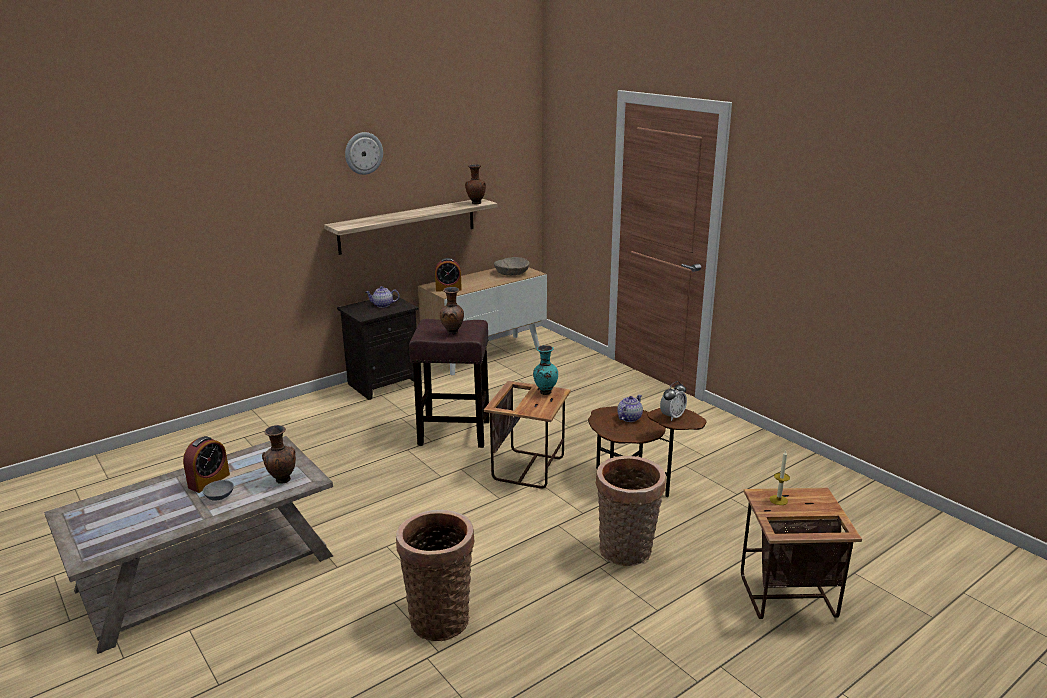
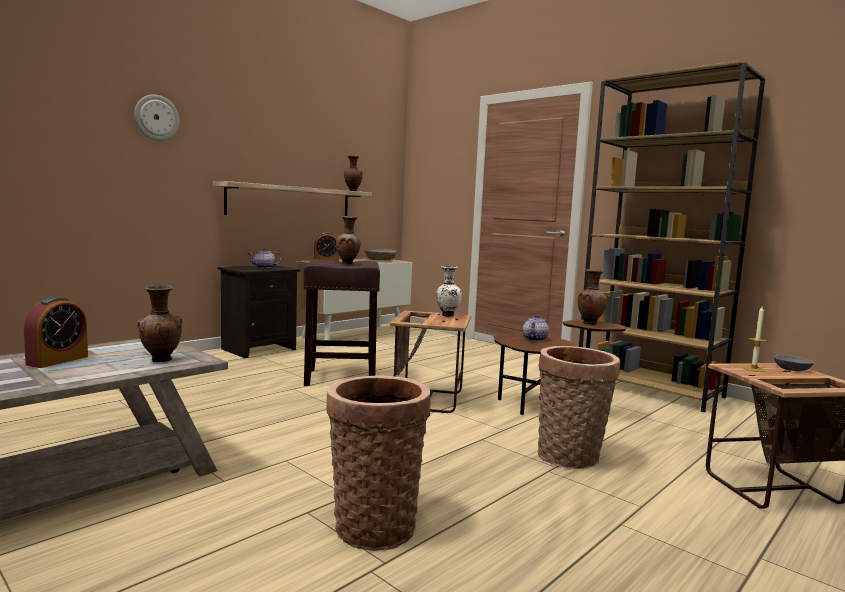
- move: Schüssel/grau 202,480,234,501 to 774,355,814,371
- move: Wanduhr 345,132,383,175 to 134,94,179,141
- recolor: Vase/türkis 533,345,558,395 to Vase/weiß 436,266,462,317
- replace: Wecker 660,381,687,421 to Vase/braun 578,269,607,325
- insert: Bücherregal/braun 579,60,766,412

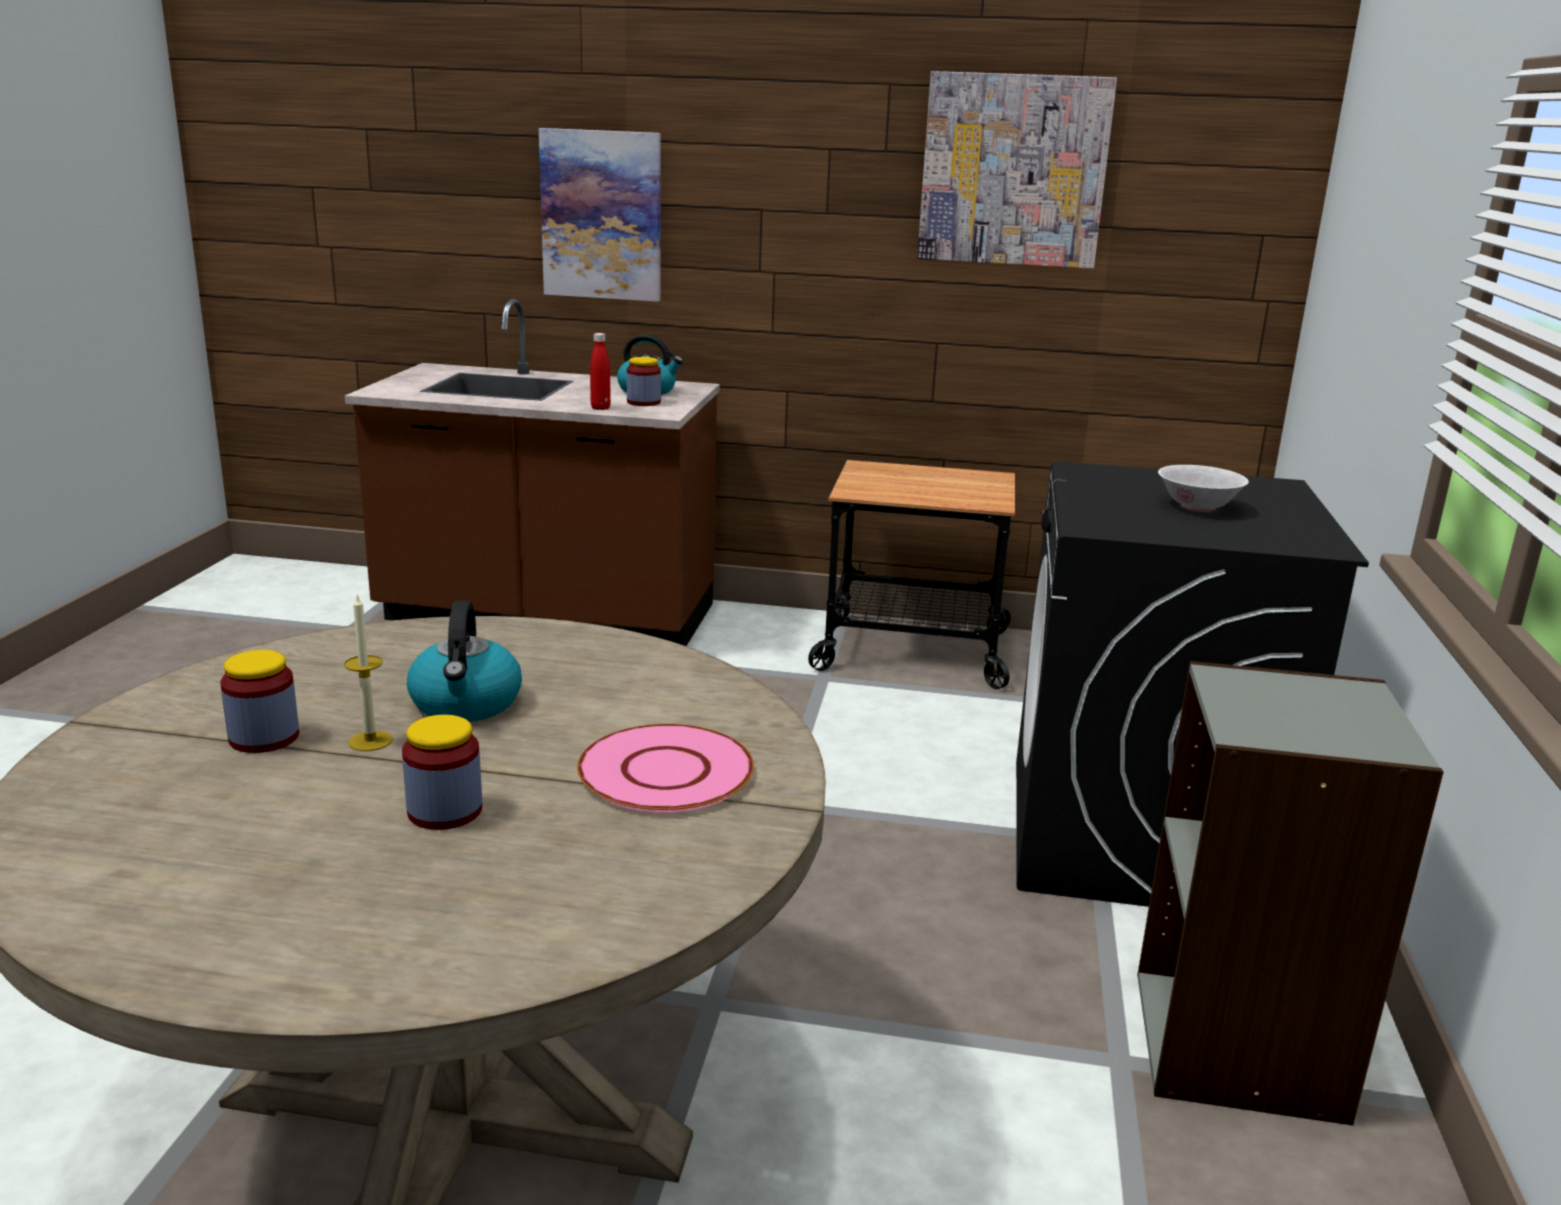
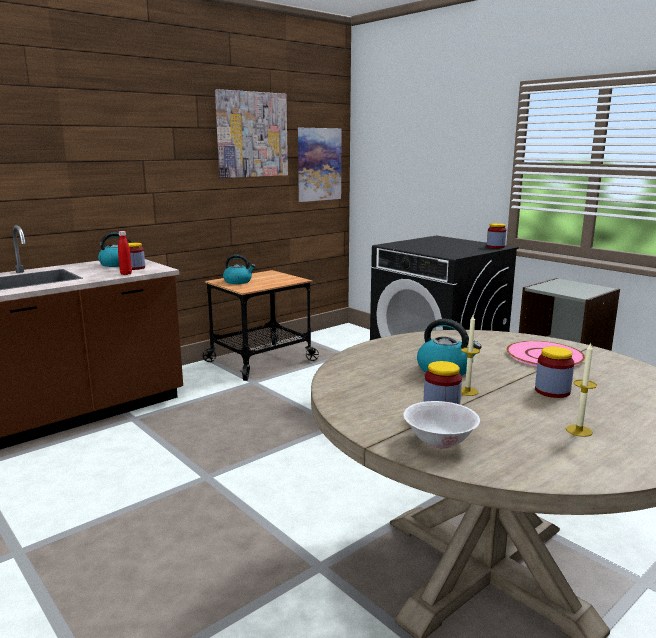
- move: Bild 539,128,661,302 to 298,128,342,202
- move: Schüssel/weiß 1158,465,1249,512 to 403,401,480,448
- insert: Wasserkessel 223,255,256,284
- insert: Vorratsglas 487,223,506,249
- insert: Kerze 566,342,597,437

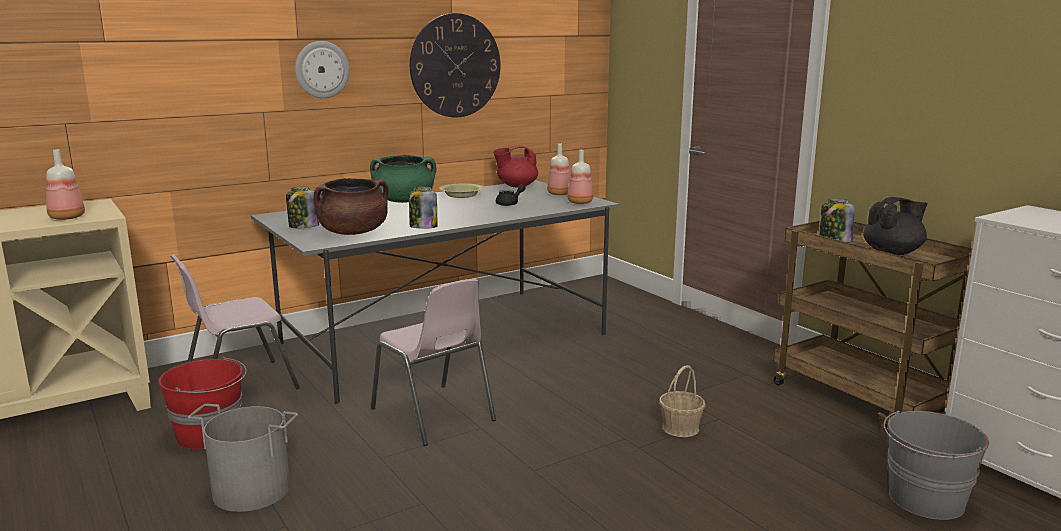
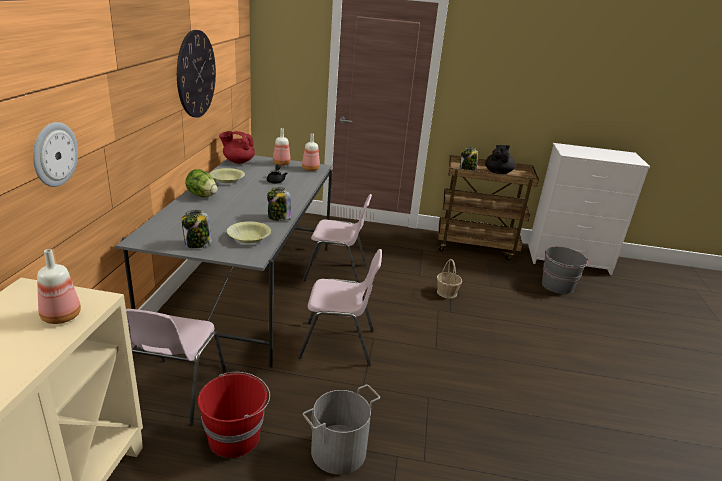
- move: Wanduhr 295,41,350,98 to 33,122,78,187
- replace: Kochtopf/braun 313,178,388,235 to Schüssel/gelb 227,221,271,243
- replace: Kochtopf/grün 370,155,436,203 to Salatkopf 185,169,217,197
- rotate: Teekanne/rot 493,145,538,187 = 219,131,255,164 75 degrees clockwise
- insert: Stuhl/rosa 303,194,372,283

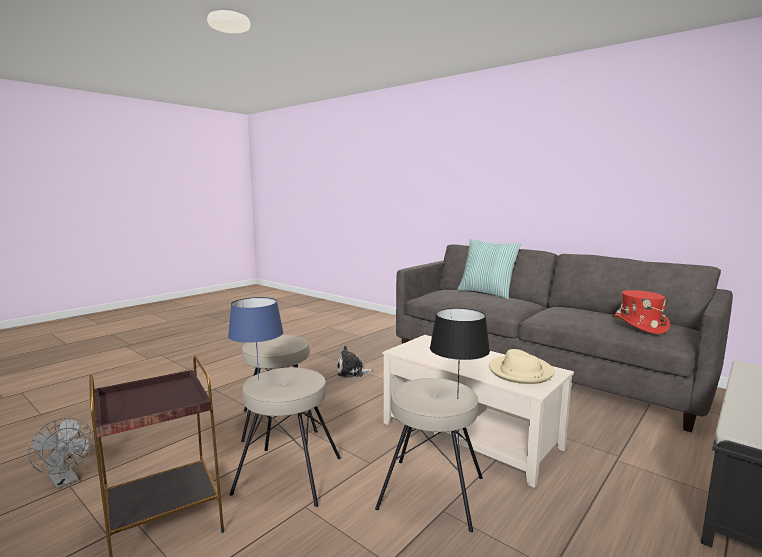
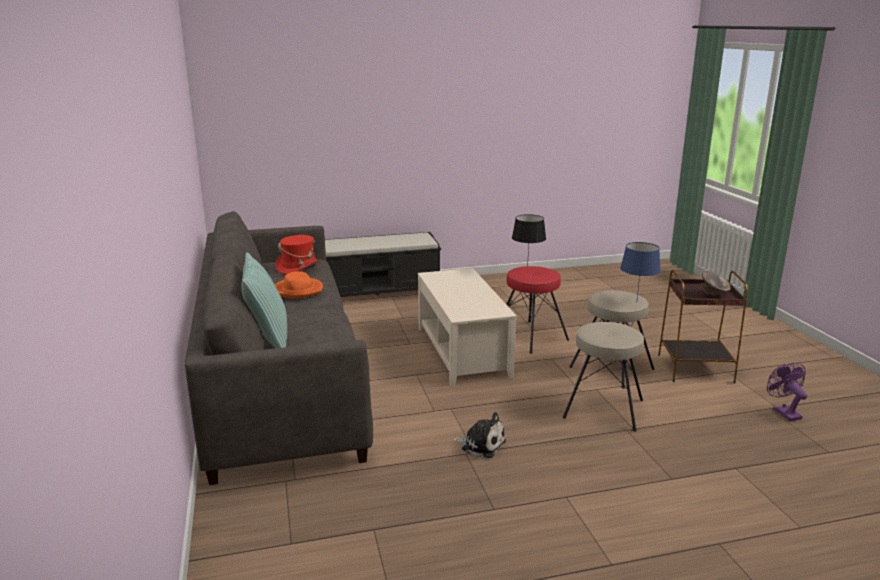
- recolor: Ventilator/grau 28,417,93,489 to Ventilator/lila 767,363,807,421
- recolor: Hocker/beige 375,378,483,532 to Hocker/rot 506,266,569,354
- delete: Hut/beige 489,349,555,384
- insert: Hut/orange 275,271,323,298
- insert: Schüssel/grau 701,271,731,296

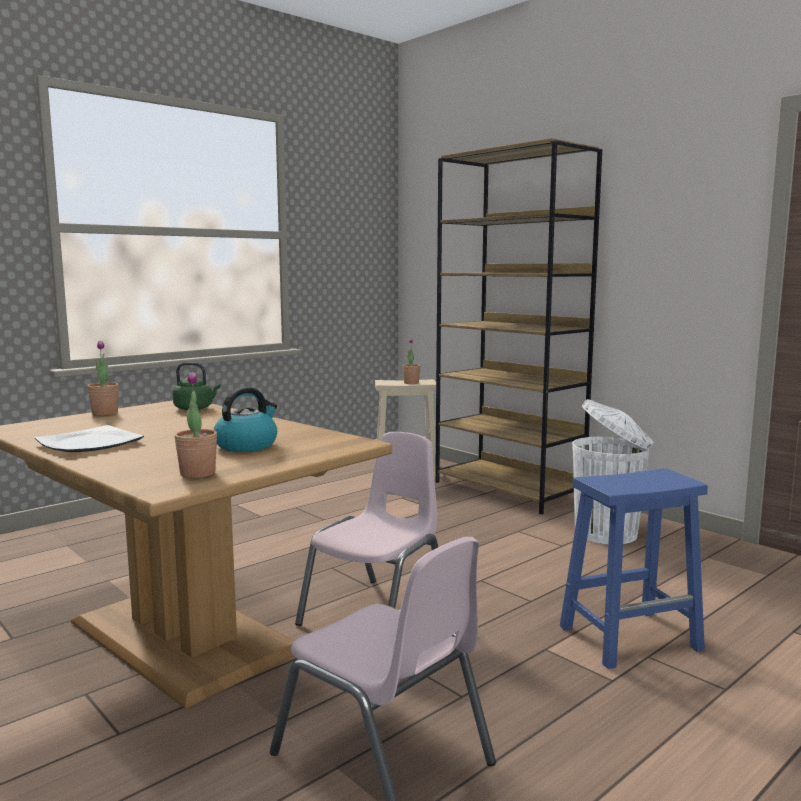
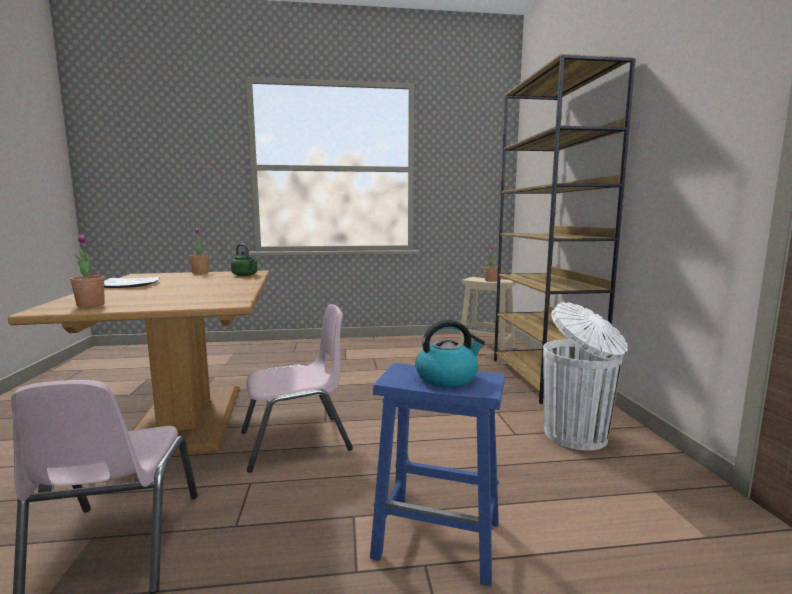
- move: Wasserkessel 214,387,277,452 to 415,320,485,387

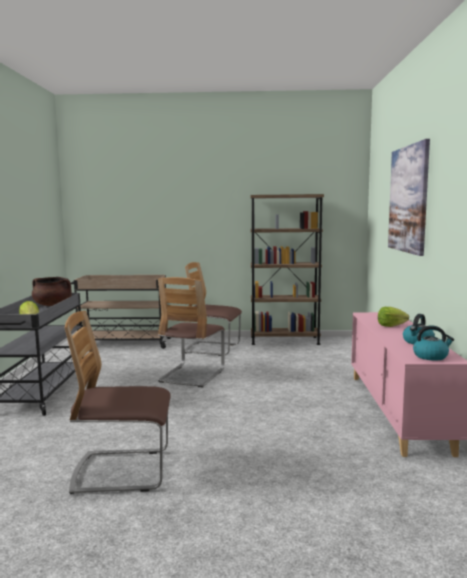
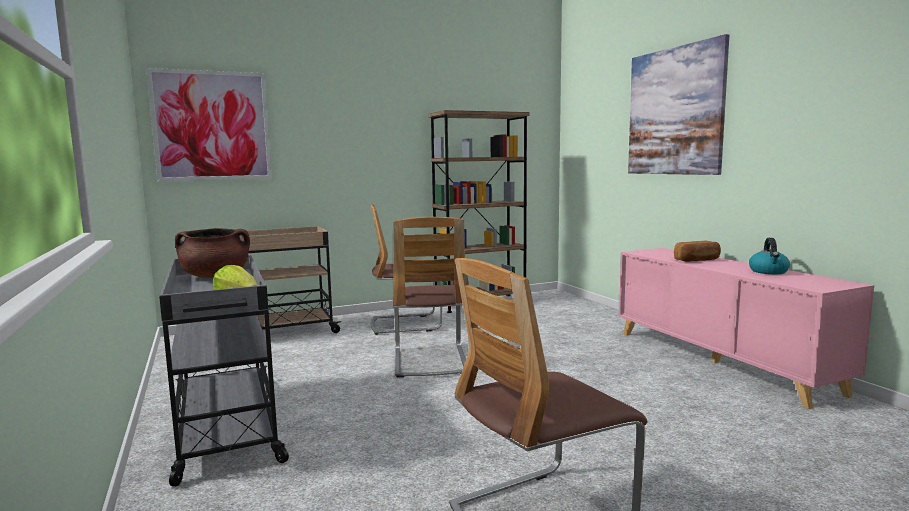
- replace: Salatkopf 378,307,409,327 to Brot 674,241,721,262
- delete: Wasserkessel 413,325,454,361
- insert: Bild 146,68,272,182

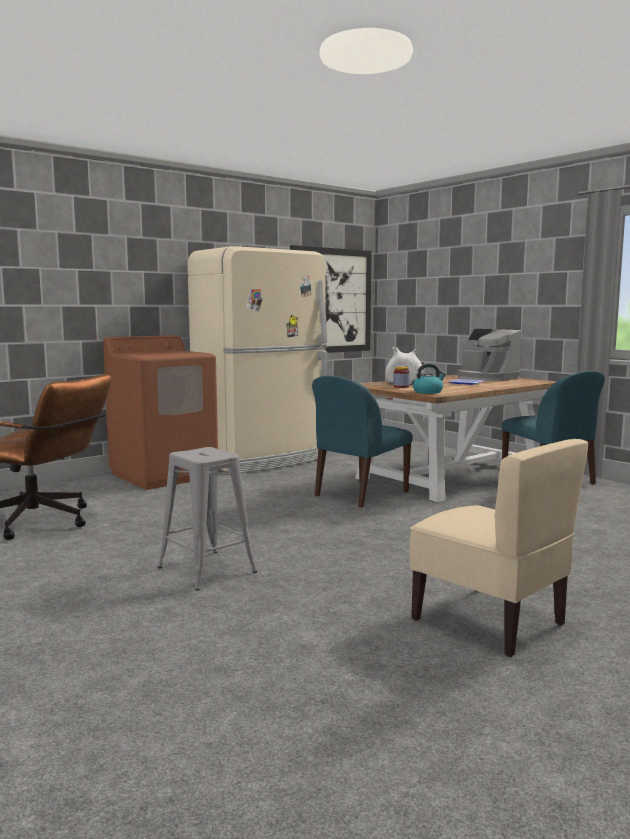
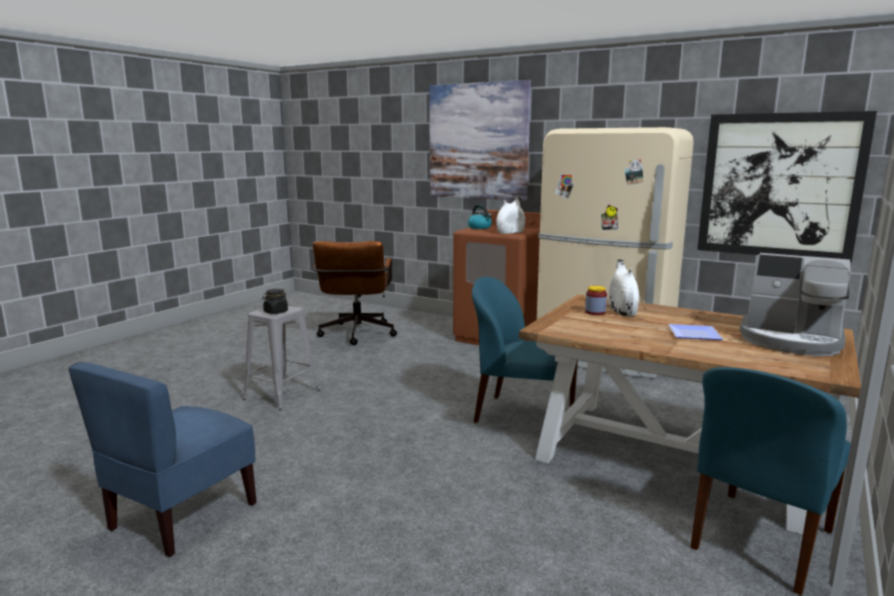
- recolor: Stuhl/beige 410,439,588,657 to Stuhl/blau 69,362,257,557
- move: Wasserkessel 413,364,446,394 to 468,205,492,229
- rotate: Kaffeemaschine 457,329,521,381 = 739,253,851,356 90 degrees counterclockwise
- insert: Vorratsglas/schwarz 262,289,288,314
- insert: Bild 429,80,531,201
- insert: Vase/weiß 496,196,525,234

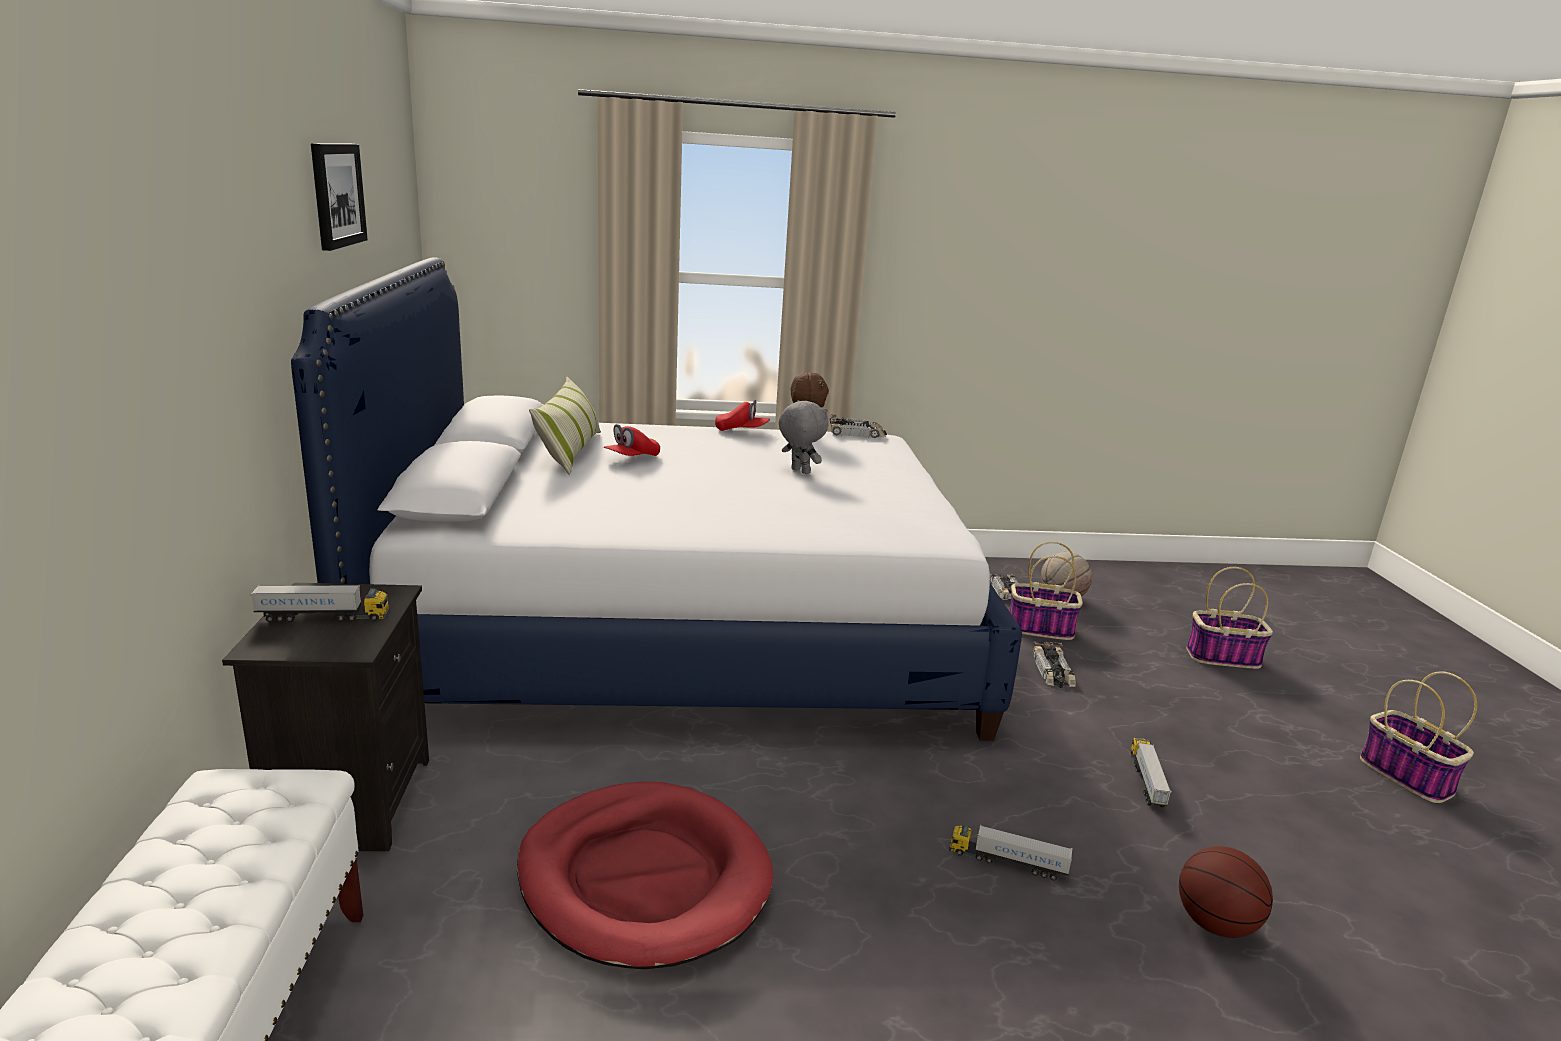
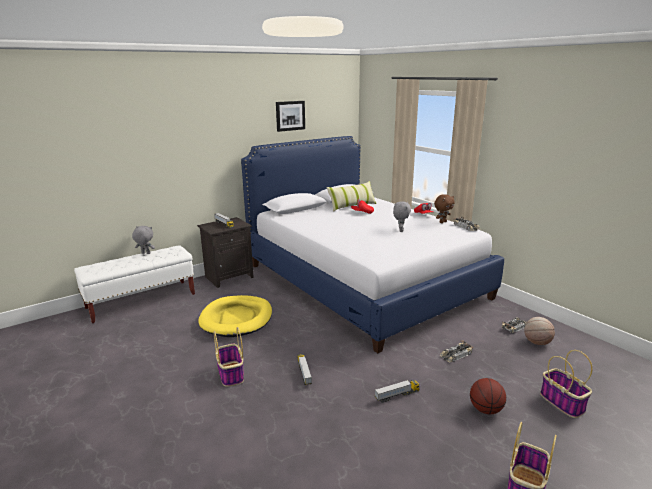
- recolor: Hundebett/rot 517,782,773,969 to Hundebett/gelb 198,295,272,337
- move: Korb 1009,541,1083,640 to 214,327,244,387
- move: Basketball 1179,846,1273,938 to 470,378,506,414
- insert: Plüschtier/grau 132,226,155,254

